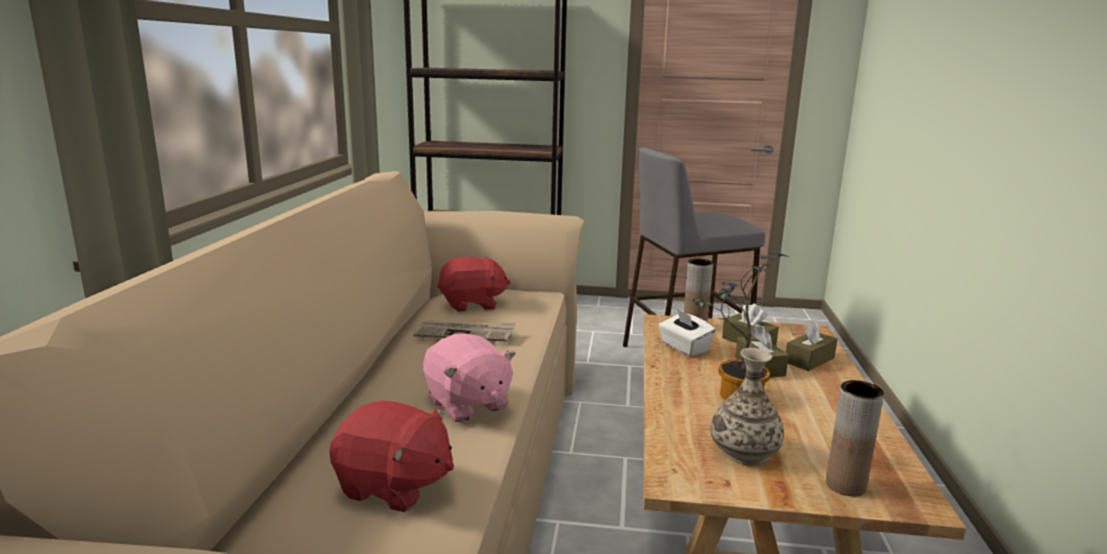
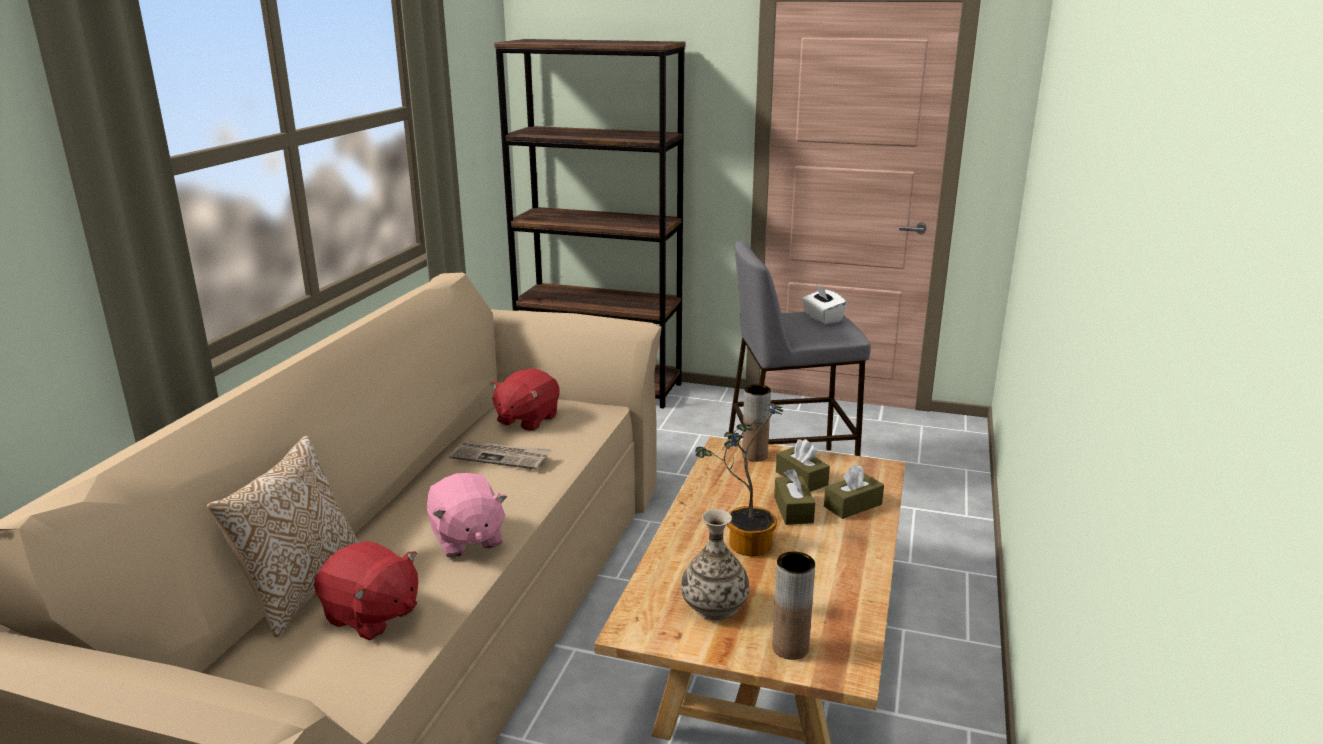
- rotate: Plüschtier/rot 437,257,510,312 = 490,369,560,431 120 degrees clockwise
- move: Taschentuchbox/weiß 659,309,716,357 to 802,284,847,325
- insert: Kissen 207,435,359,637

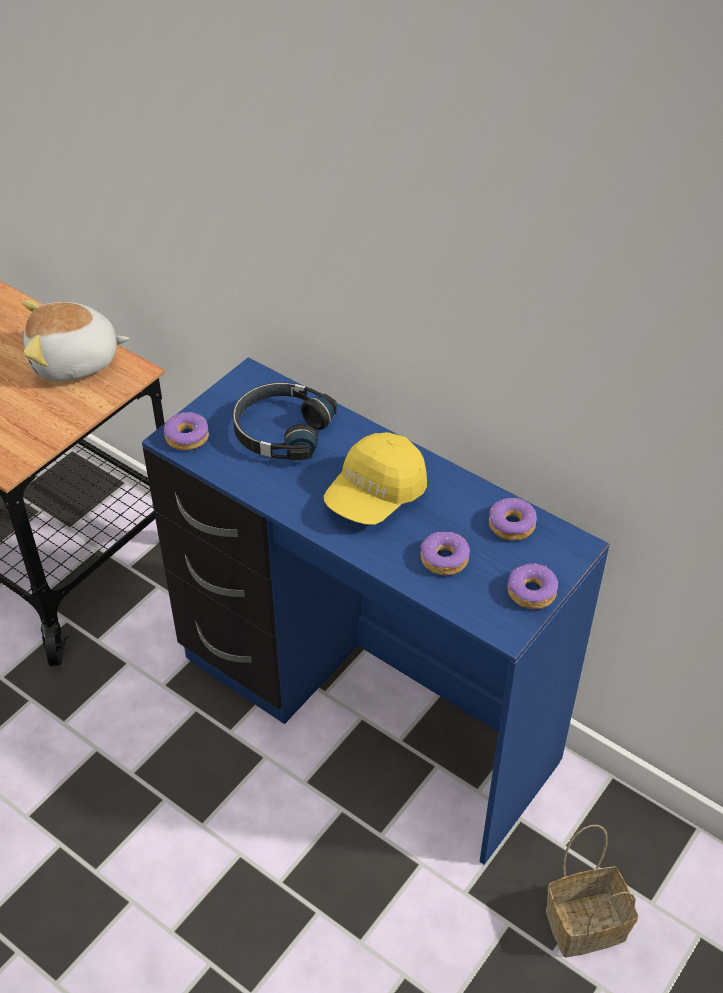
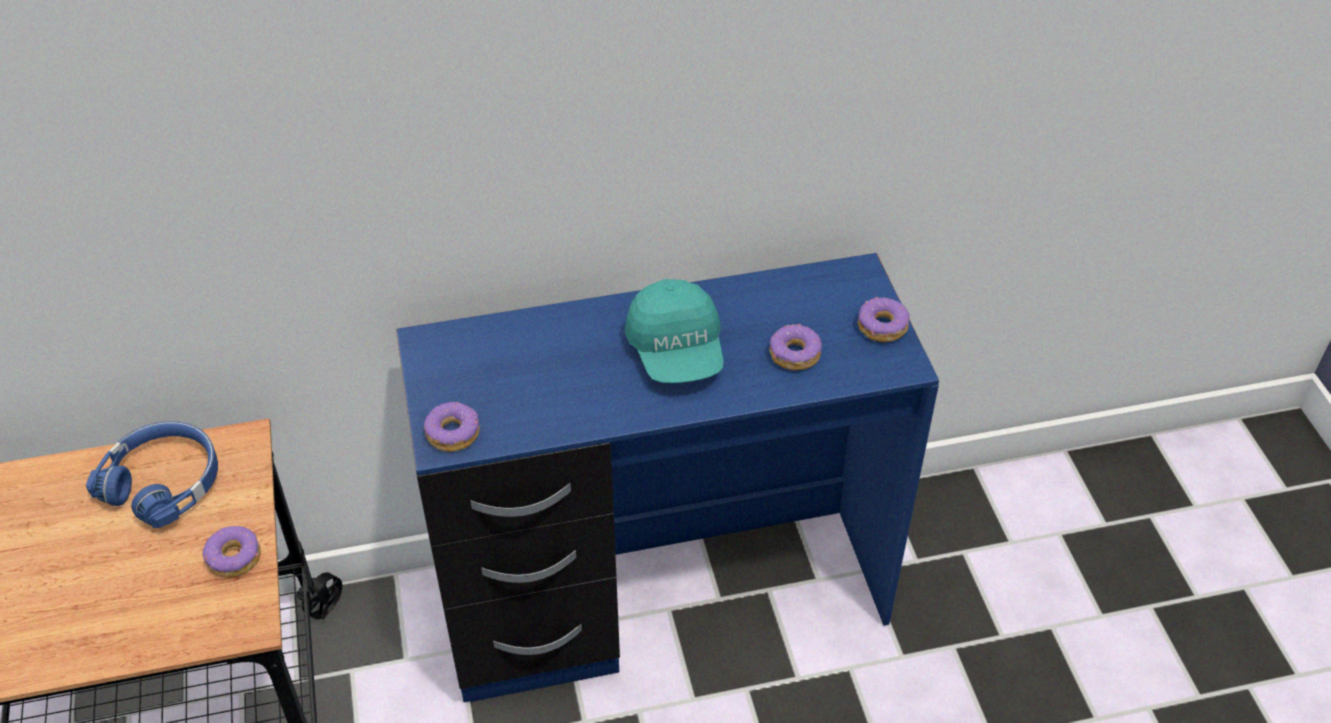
- replace: Plüschtier 22,300,130,381 to Kopfhörer/blau 86,421,218,528
- delete: Kopfhörer/schwarz 233,382,337,461
- recolor: Kappe/gelb 324,432,427,525 to Kappe/türkis 625,279,724,383
- move: Donut 489,498,537,540 to 203,525,261,578
- delete: Korb 546,825,638,957

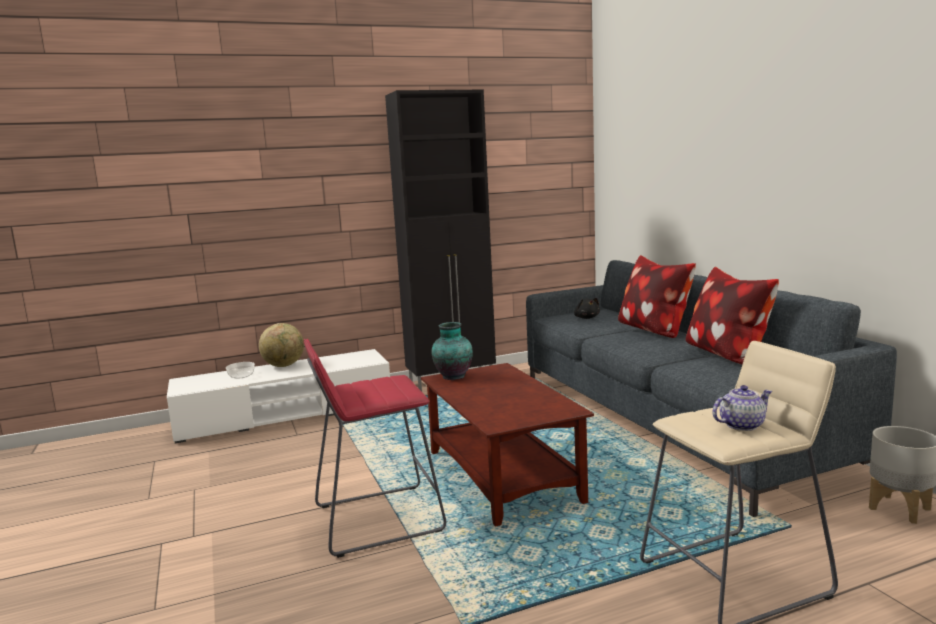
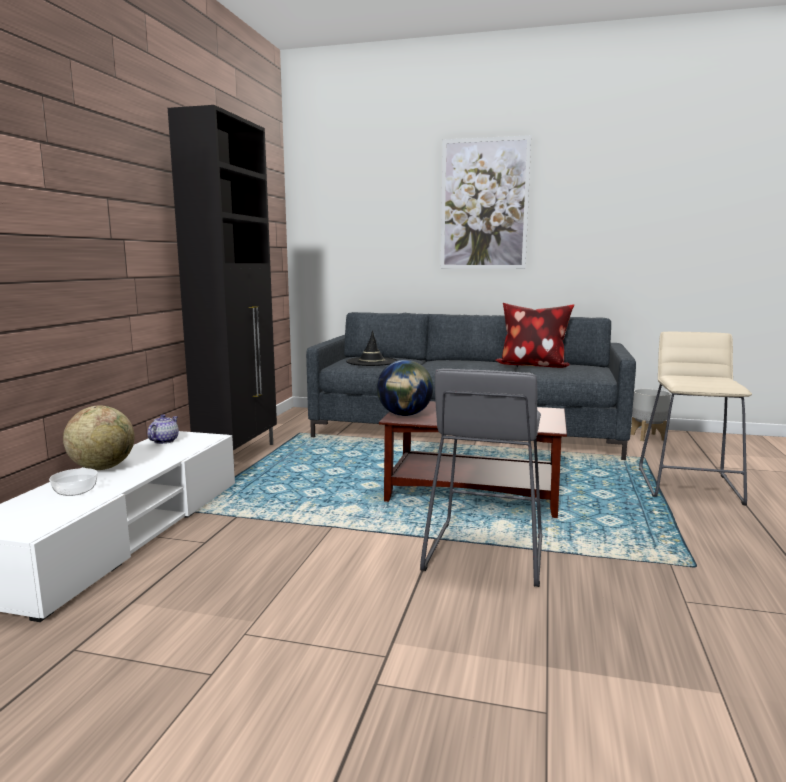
- recolor: Hocker/rot 304,339,446,558 to Hocker/grau 420,369,542,587
- replace: Vase 431,322,473,380 to Globus 377,360,433,416
- replace: Plüschtier/schwarz 574,298,600,319 to Hut/schwarz 346,331,398,366
- delete: Kissen 618,255,696,338
- move: Teekanne 712,385,772,431 to 147,414,179,444
- insert: Bild 441,135,531,269

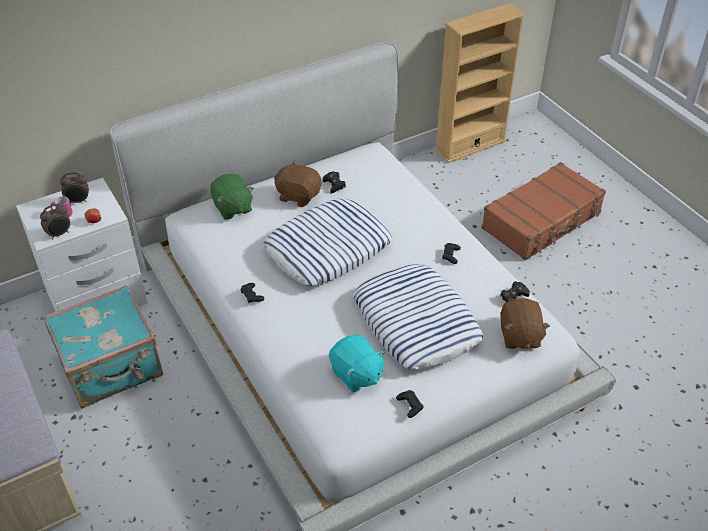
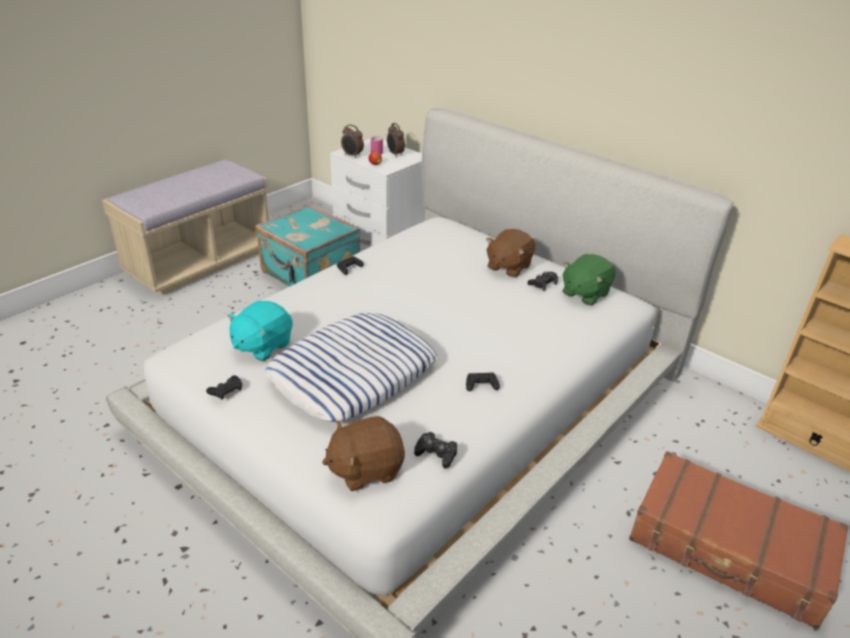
- move: Plüschtier/grün 210,174,254,220 to 563,254,615,306
- delete: Kissen 264,198,392,286
- rotate: Plüschtier/braun 274,161,322,207 = 486,229,535,277 150 degrees counterclockwise

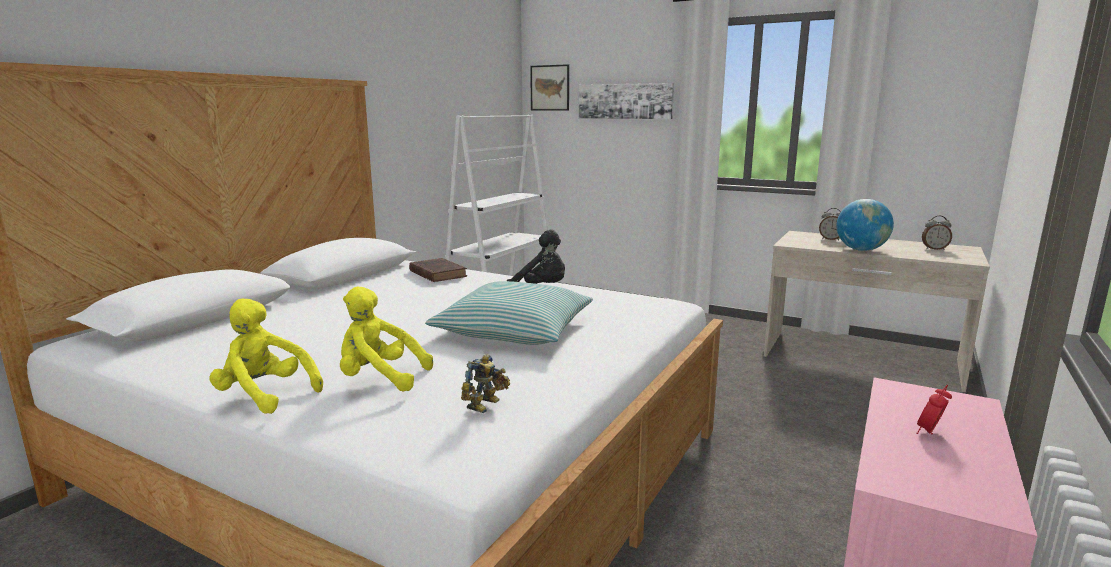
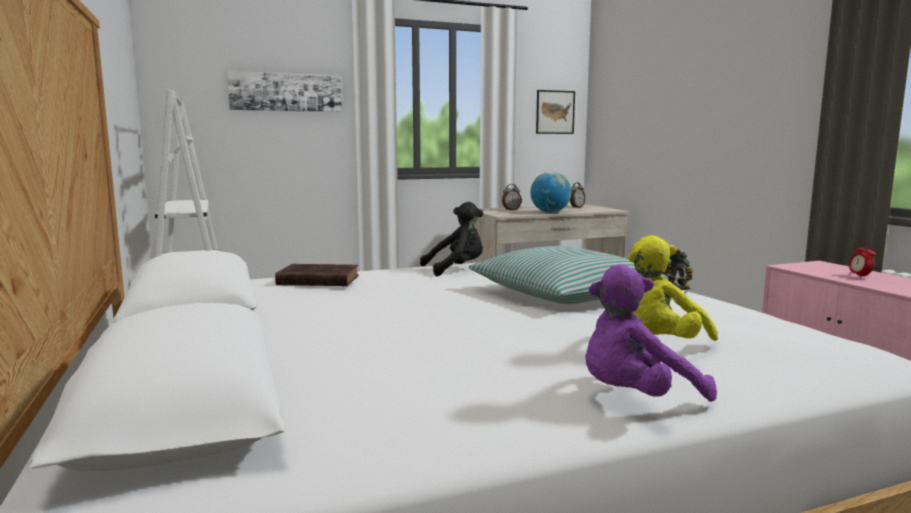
- recolor: Plüschtier/gelb 209,298,323,414 to Plüschtier/lila 586,264,717,402
- move: Spielzeugroboter 461,353,510,413 to 662,249,693,290
- move: Bild 530,64,569,110 to 536,90,575,134

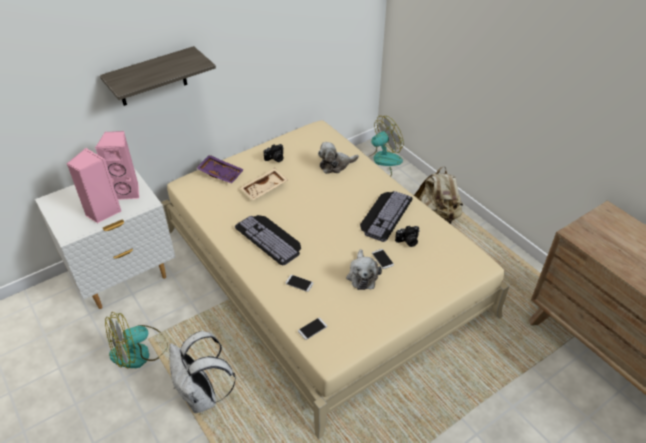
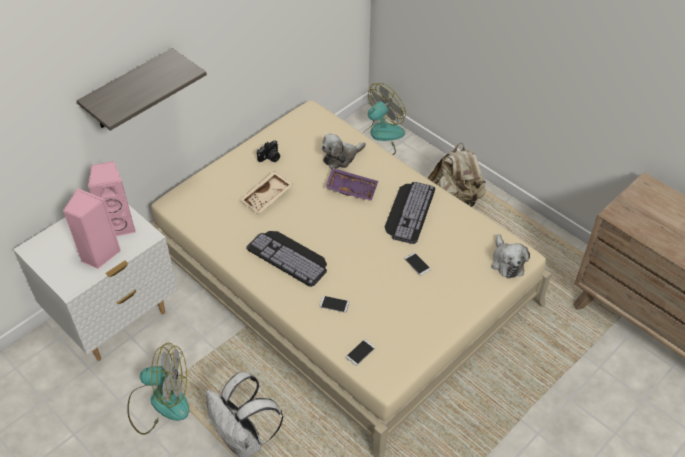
- rotate: Ventilator 105,312,168,368 = 127,343,189,435 135 degrees counterclockwise
- move: Tablett/lila 196,155,244,184 to 325,168,378,201
- move: Plüschtier 346,249,382,290 to 492,234,530,279
- delete: Kamera 395,225,420,247

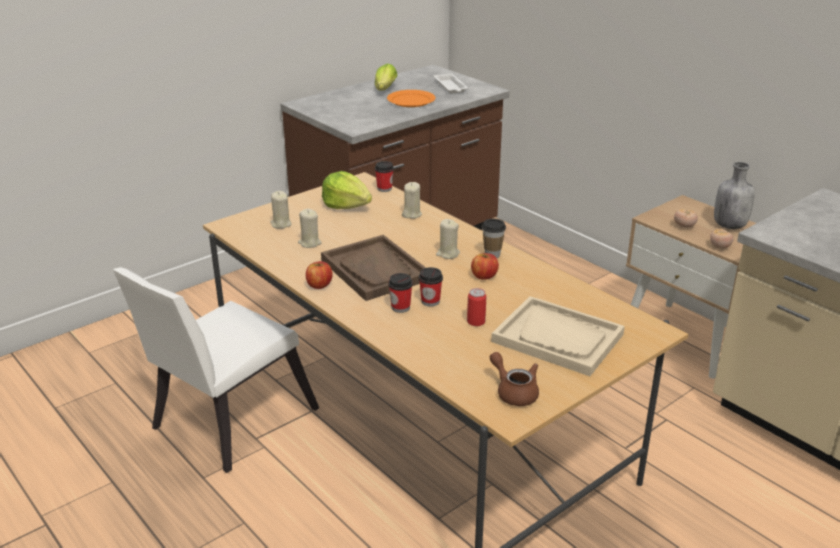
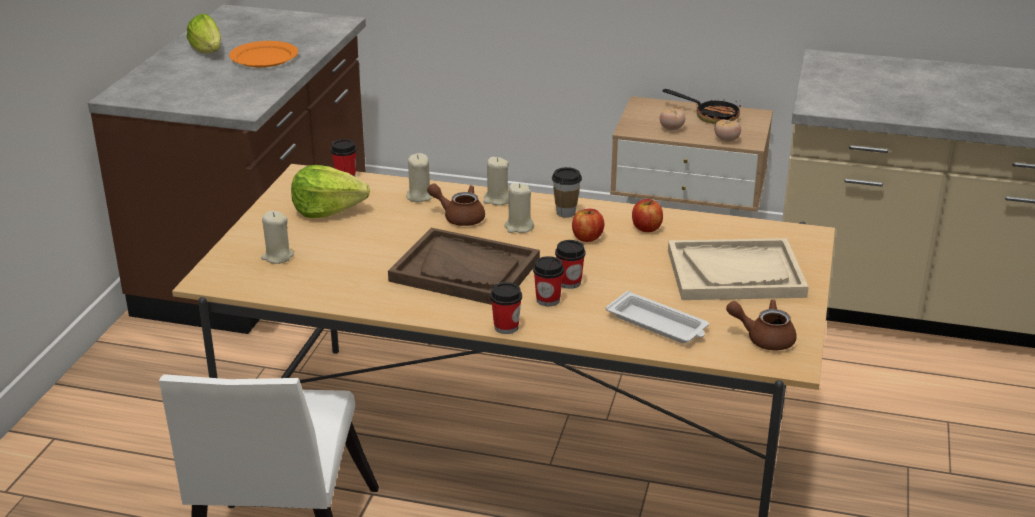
- move: Kerze/beige 298,209,322,248 to 484,157,509,205
- move: Apfel 306,261,333,289 to 632,199,663,232
- move: Tablett/weiß 434,74,468,93 to 606,291,709,343
- delete: Dose 467,288,486,326
- replace: Flasche/grau 714,162,755,229 to Pfanne 663,89,741,124
- insert: Teekanne/braun 427,183,485,226
- insert: Tasse 490,282,522,334

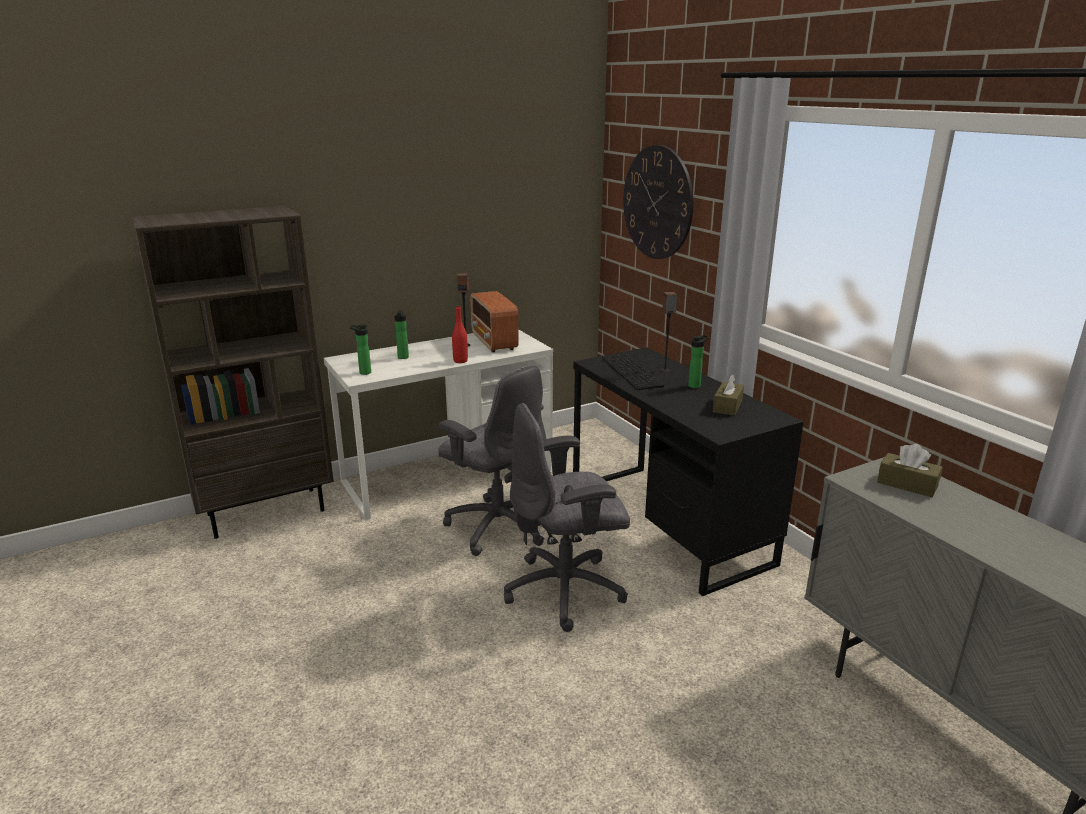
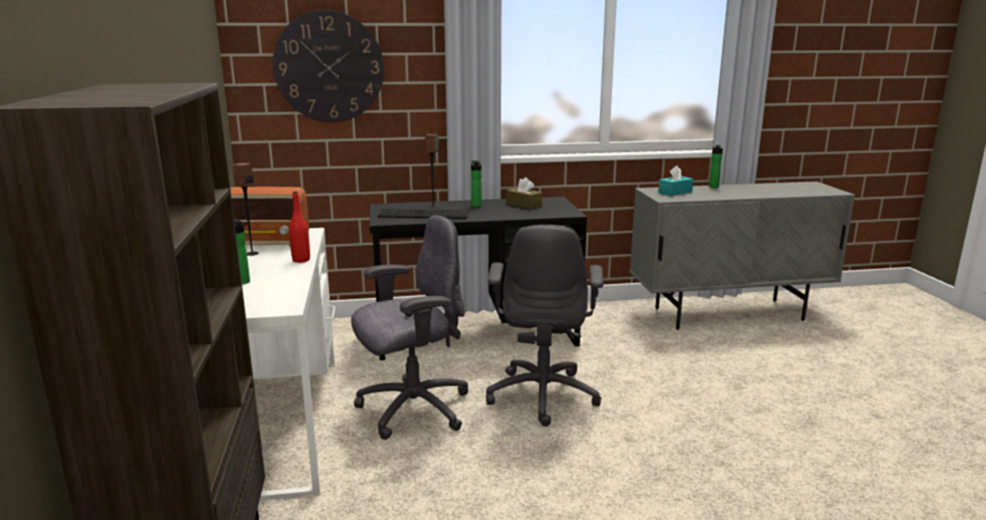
- move: Flasche 350,324,371,375 to 709,145,723,188
- recolor: Taschentuchbox/braun 877,444,943,497 to Taschentuchbox/türkis 658,166,693,196

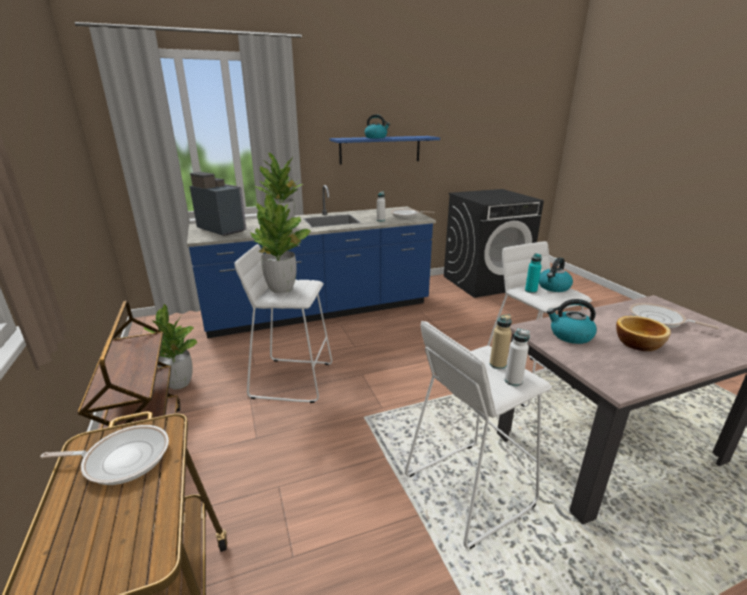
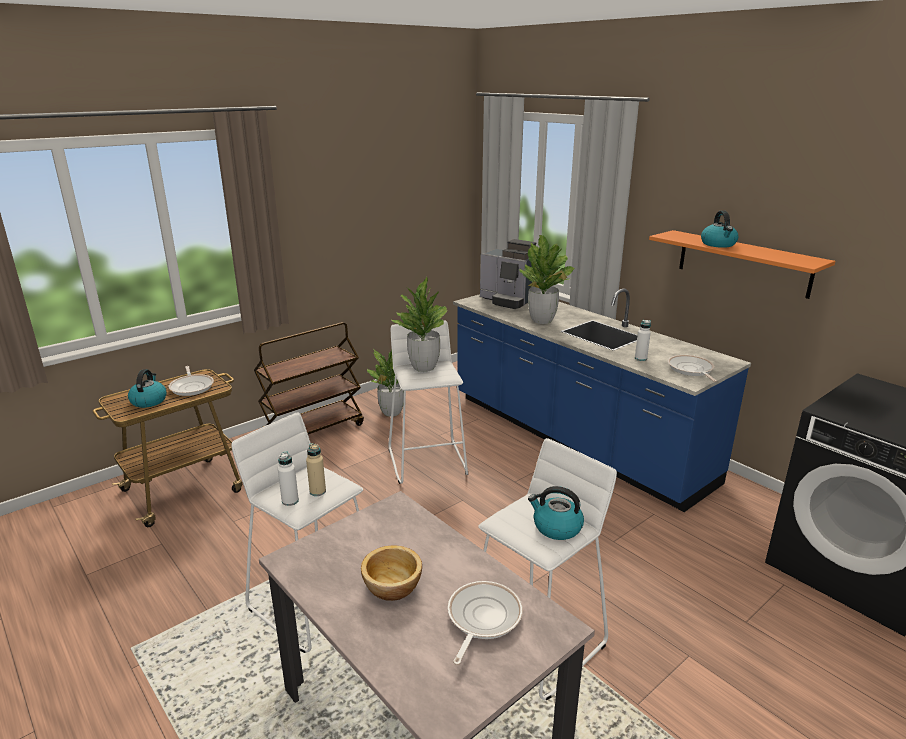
- rotate: Kaffeemaschine 190,172,247,236 = 480,239,536,309 105 degrees clockwise
- recolor: Wandregal/blau 330,136,440,165 to Wandregal/orange 649,230,835,299
- delete: Flasche/türkis 525,253,542,293
- move: Wasserkessel 547,299,597,344 to 128,369,167,408

